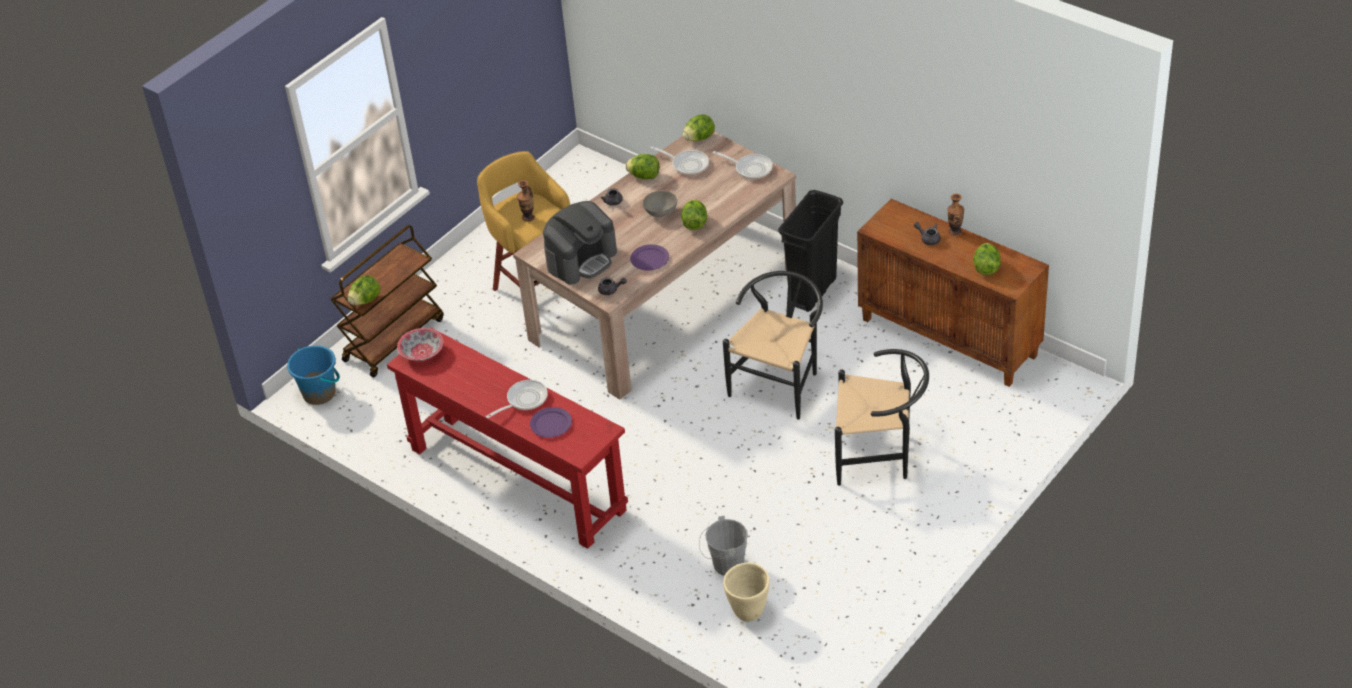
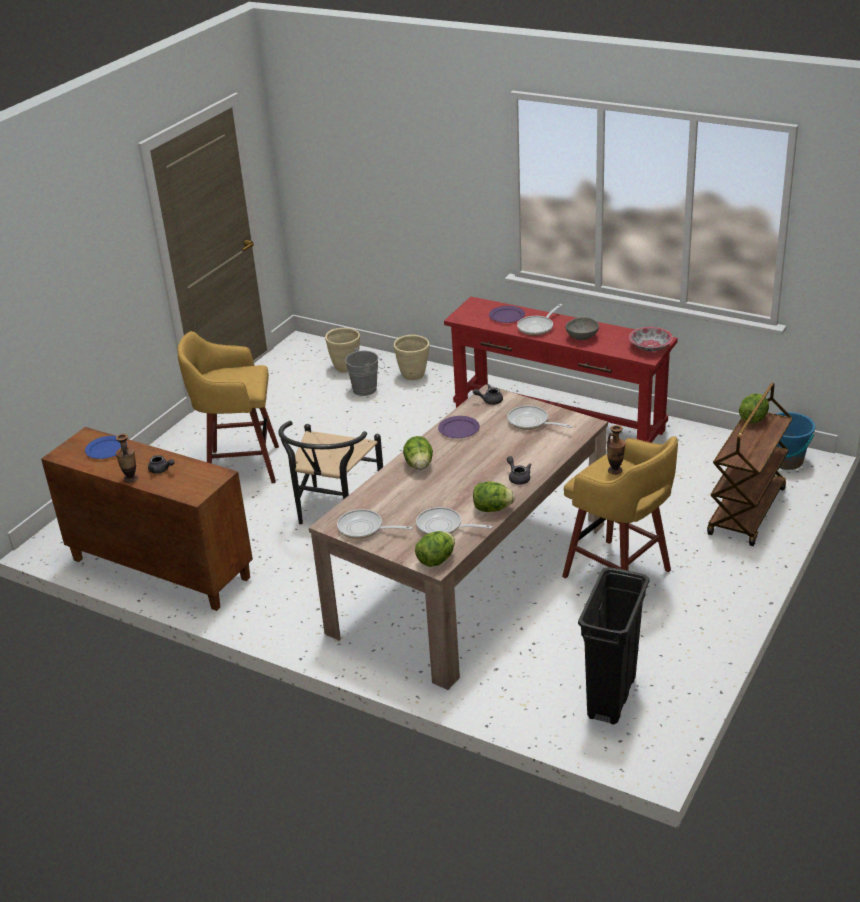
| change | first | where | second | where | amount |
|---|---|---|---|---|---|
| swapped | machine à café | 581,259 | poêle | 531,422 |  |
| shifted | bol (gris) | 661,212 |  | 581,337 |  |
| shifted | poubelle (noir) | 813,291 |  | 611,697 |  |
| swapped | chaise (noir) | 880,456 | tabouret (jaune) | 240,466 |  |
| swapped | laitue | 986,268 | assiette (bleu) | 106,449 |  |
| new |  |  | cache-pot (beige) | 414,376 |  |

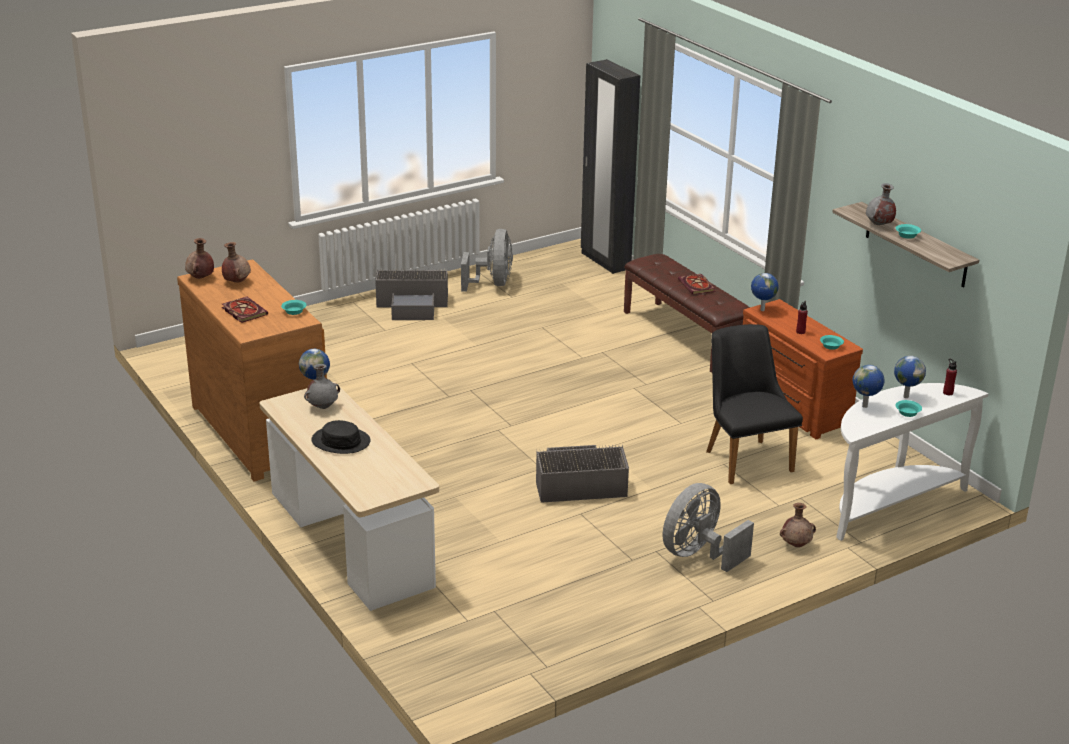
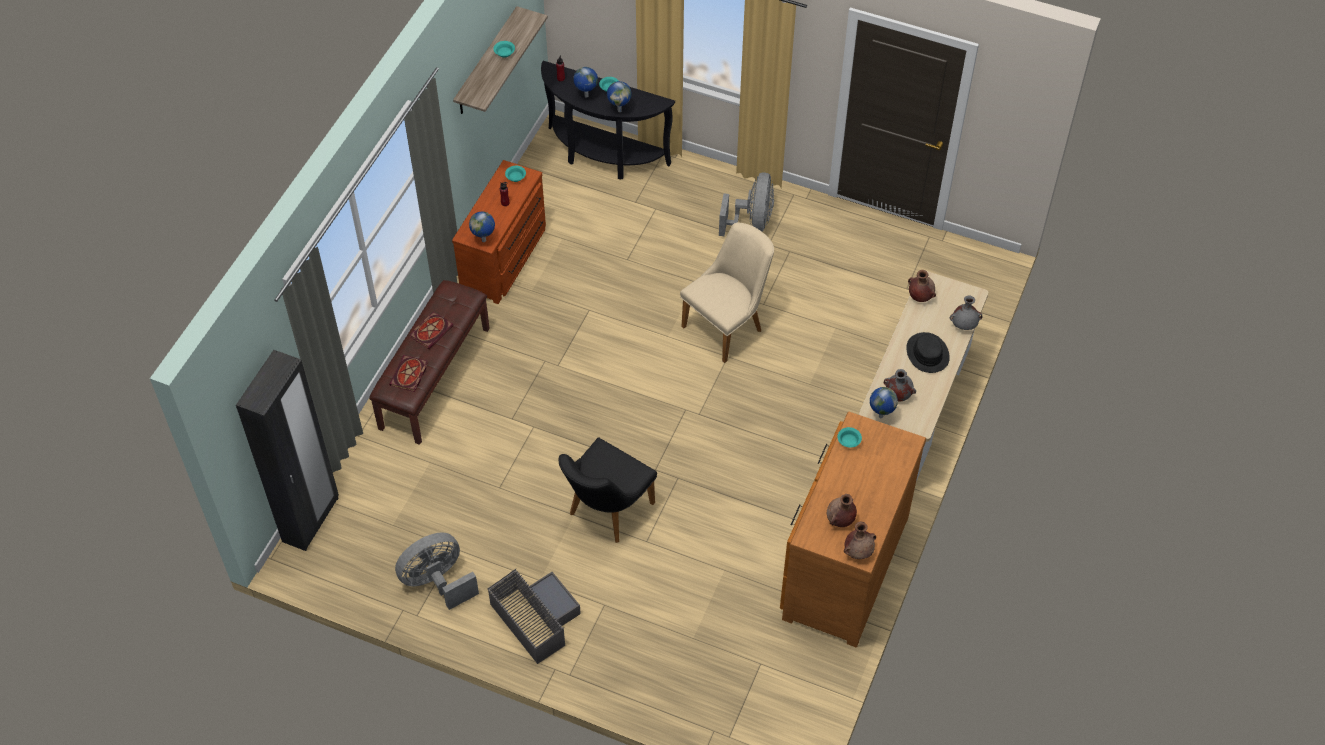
| change | first | where | second | where | amount |
|---|---|---|---|---|---|
| shifted | livre | 243,311 |  | 409,375 |  |
| swapped | boîte de rangement (gris) | 577,484 | chaise (beige) | 728,325 |  |
| rotated | ventilateur (gris) | 699,554 |  | 752,222 | 90 degrees counterclockwise |
| shifted | chaise (noir) | 744,457 |  | 605,513 |  |
| shifted | vase (marron) | 796,545 |  | 920,296 |  |
| repainted | table console (blanc) | 888,504 | table console (noir) | 603,156 |  |
| shifted | vase (gris) | 879,225 |  | 964,325 |  |

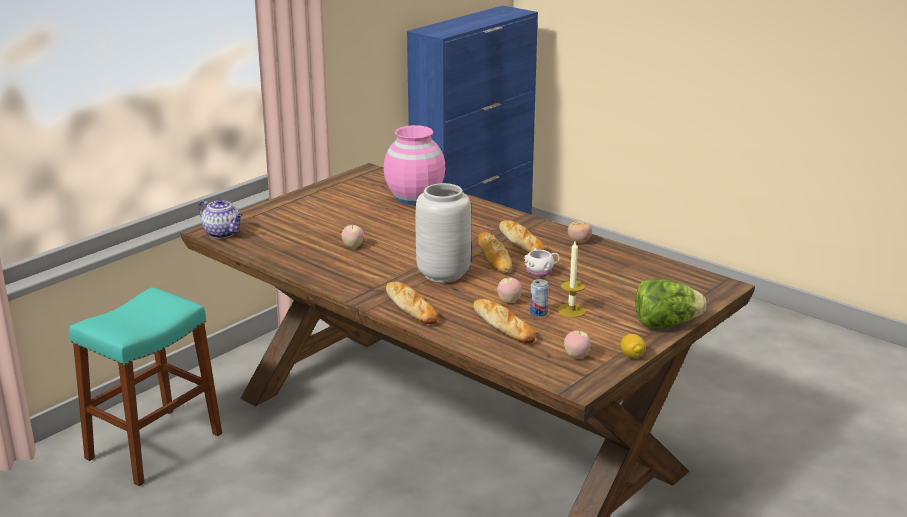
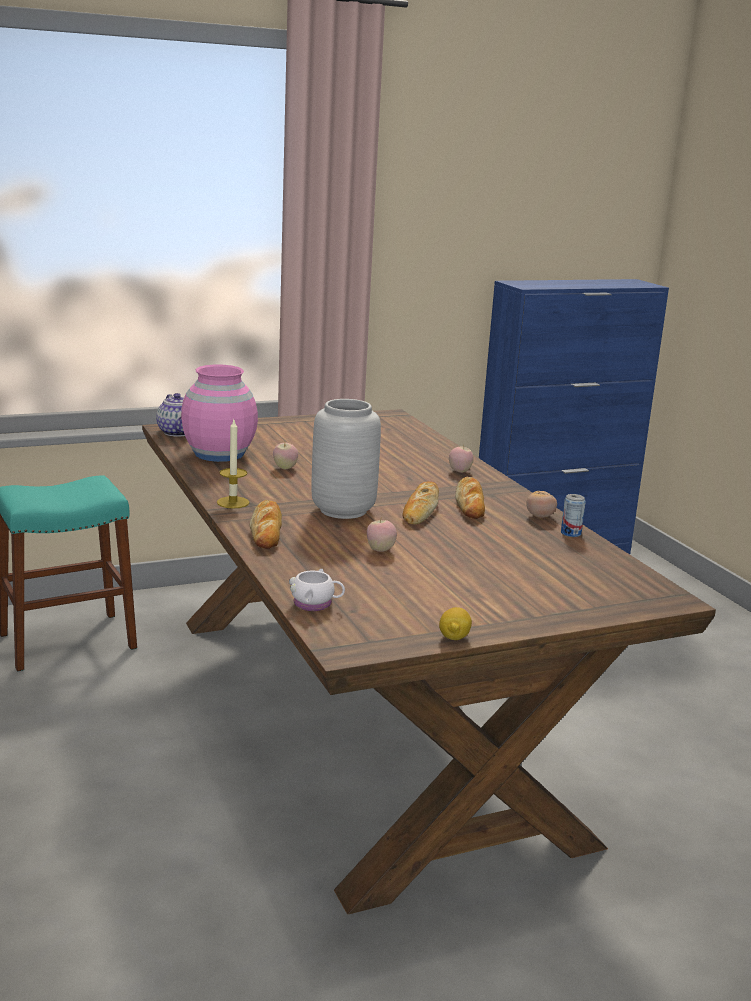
| change | first | where | second | where | amount |
|---|---|---|---|---|---|
| shifted | vase (rose) | 414,197 |  | 219,454 |  |
| gone | pain | 503,325 |  |  |  |
| shifted | mug (blanc) | 541,271 |  | 316,604 |  |
| shifted | boîte métallique | 538,312 |  | 570,533 |  |
| shifted | bougie | 571,310 |  | 233,502 |  |
| shifted | pomme | 576,357 |  | 459,471 |  |
| gone | laitue | 665,324 |  |  |  |

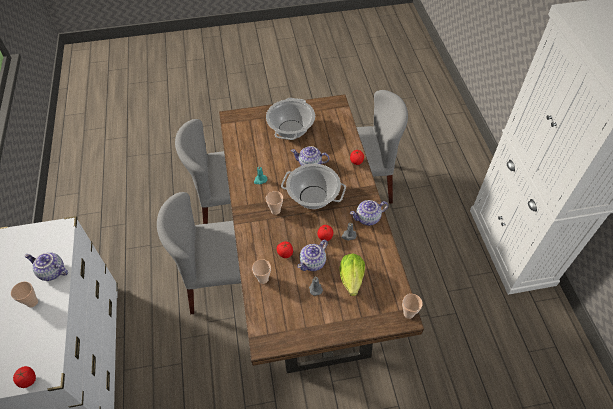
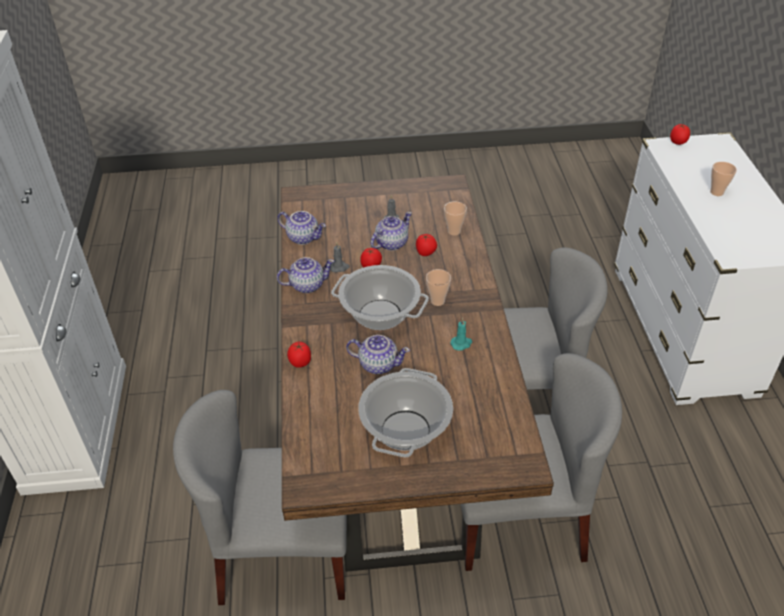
| change | first | where | second | where | amount |
|---|---|---|---|---|---|
| shifted | théière | 51,272 |  | 303,237 |  |
| gone | laitue | 352,278 |  |  |  |
| gone | tasse | 408,313 |  |  |  |

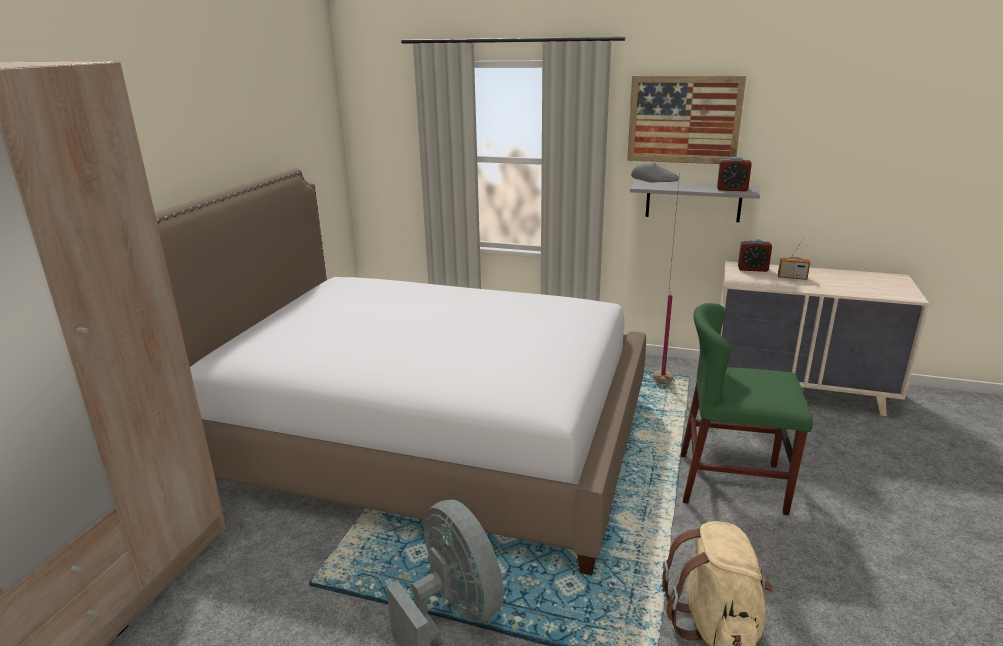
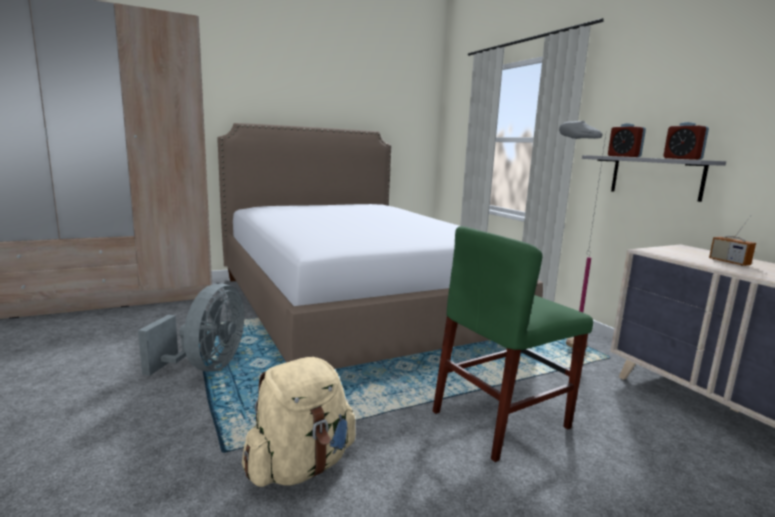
| change | first | where | second | where | amount |
|---|---|---|---|---|---|
| gone | tableau | 684,120 |  |  |  |
| rotated | chaise (vert) | 731,483 |  | 501,419 | 90 degrees counterclockwise |
| shifted | réveil | 752,269 |  | 624,156 |  |

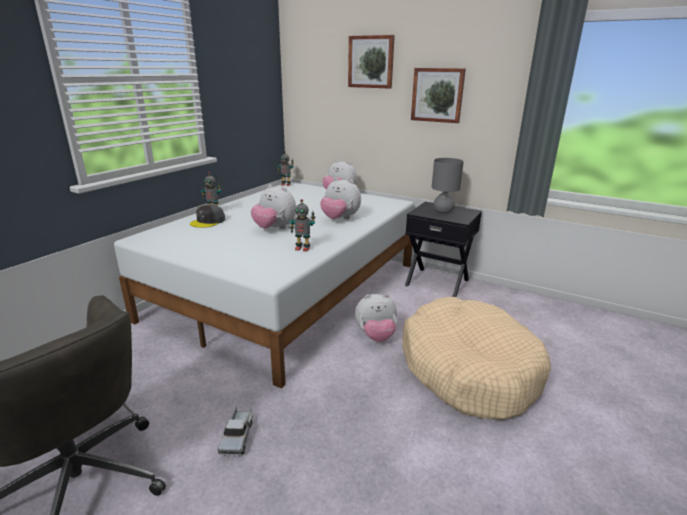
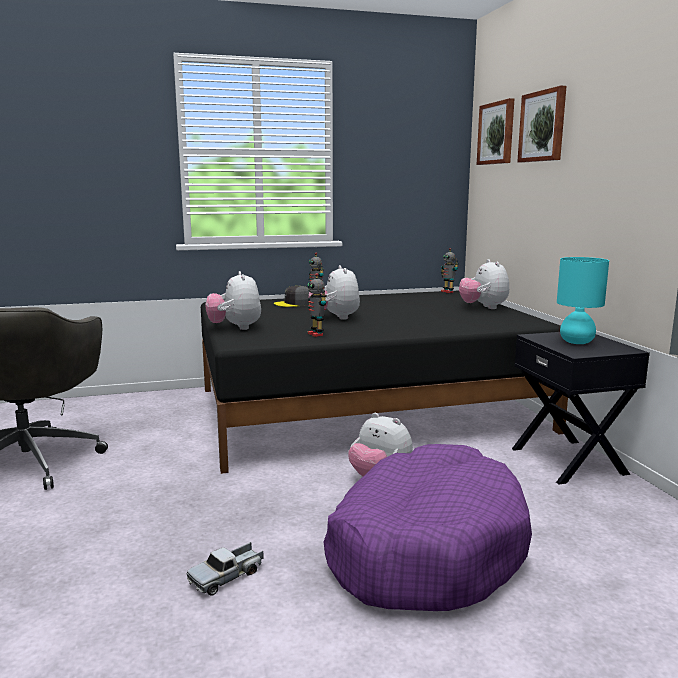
| change | first | where | second | where | amount |
|---|---|---|---|---|---|
| repainted | lit (blanc) | 288,290 | lit (noir) | 366,409 |  |
| shifted | camion jouet | 237,436 |  | 227,576 |  |
| shifted | peluche | 340,219 |  | 235,328 |  |
| repainted | panier pour chien (beige) | 468,369 | panier pour chien (violet) | 425,548 |  |
| shifted | tableau | 437,95 |  | 497,133 |  |
| repainted | lampe de table (gris) | 443,212 | lampe de table (turquoise) | 576,342 |  |

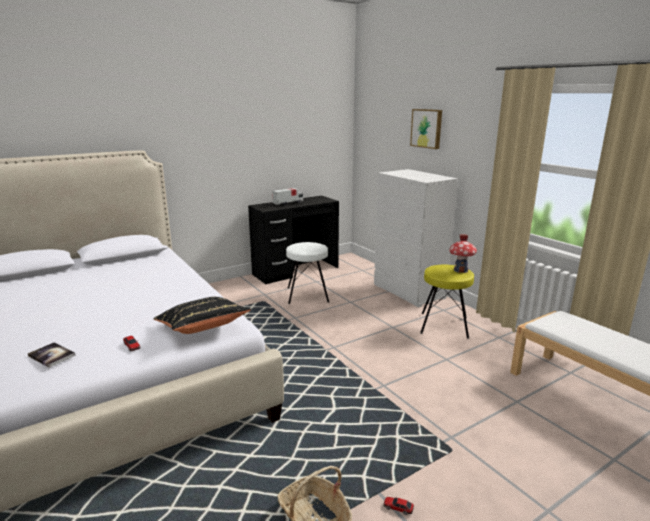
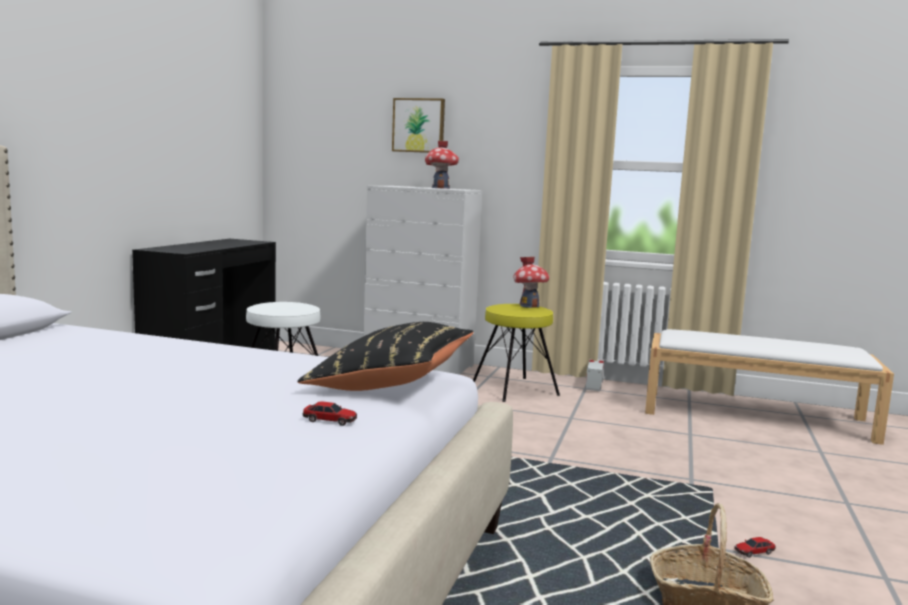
| change | first | where | second | where | amount |
|---|---|---|---|---|---|
| gone | livre | 51,355 |  |  |  |
| shifted | camion jouet | 288,203 |  | 594,385 |  |
| new |  |  | maison miniature | 440,188 |  |

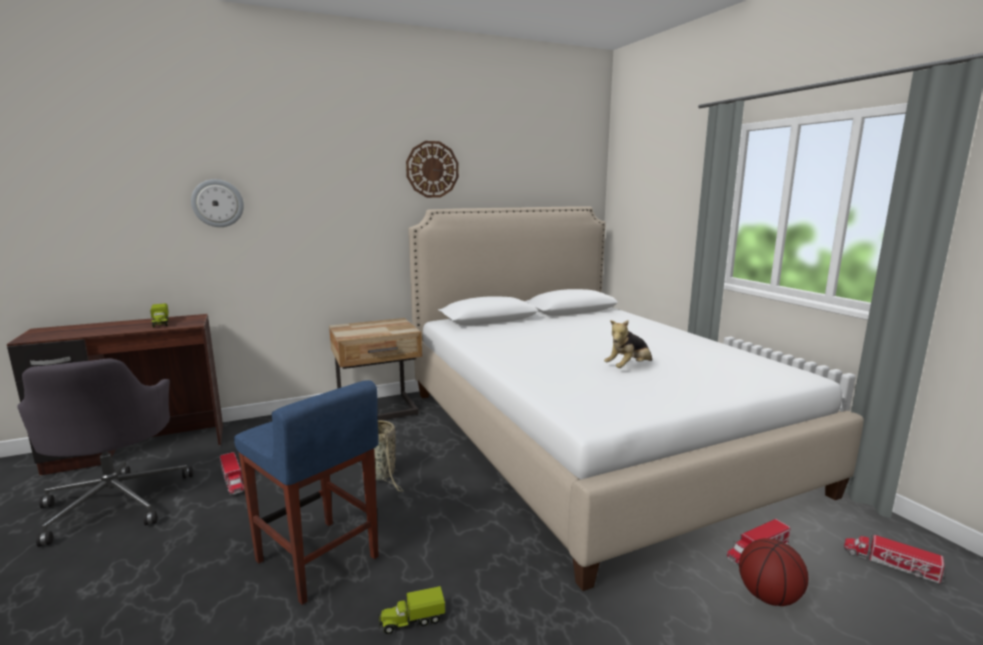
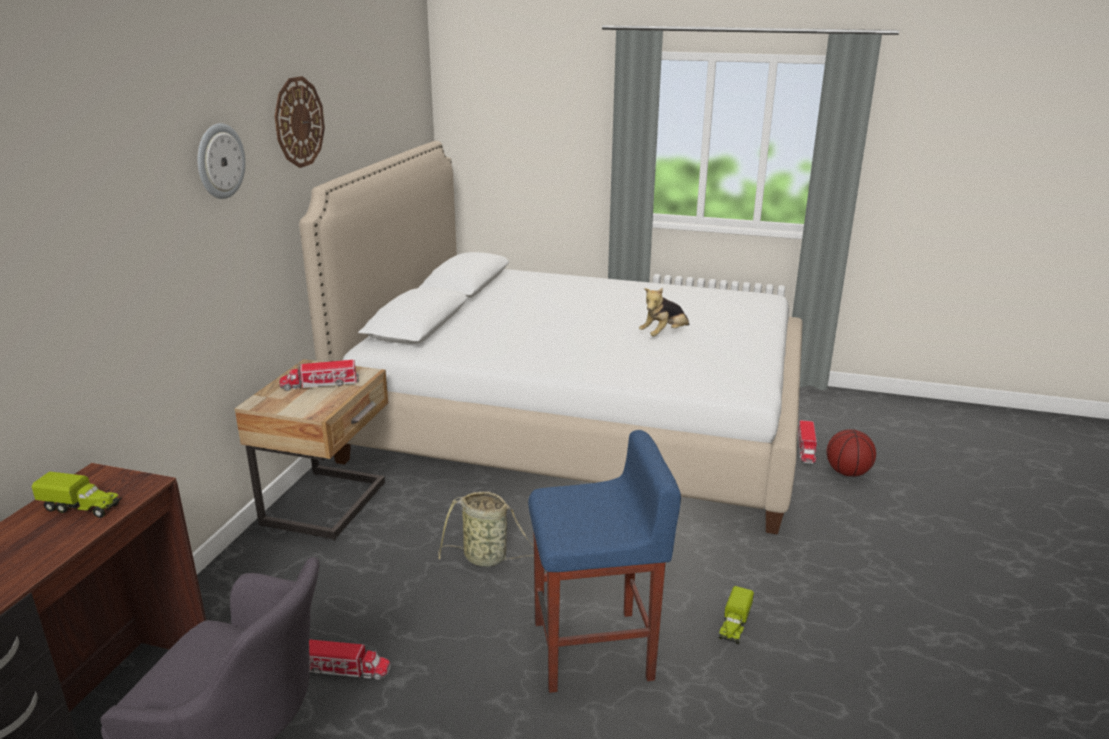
| change | first | where | second | where | amount |
|---|---|---|---|---|---|
| shifted | horloge murale | 217,203 |  | 219,161 |  |
| rotated | peluche | 628,368 |  | 664,334 | 45 degrees clockwise |
| shifted | camion jouet | 891,564 |  | 320,384 |  |

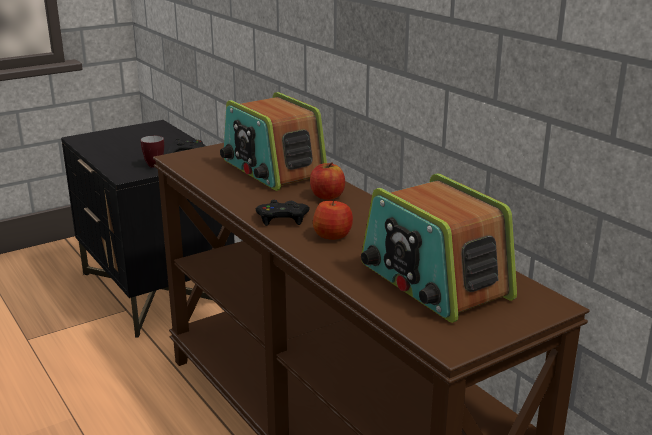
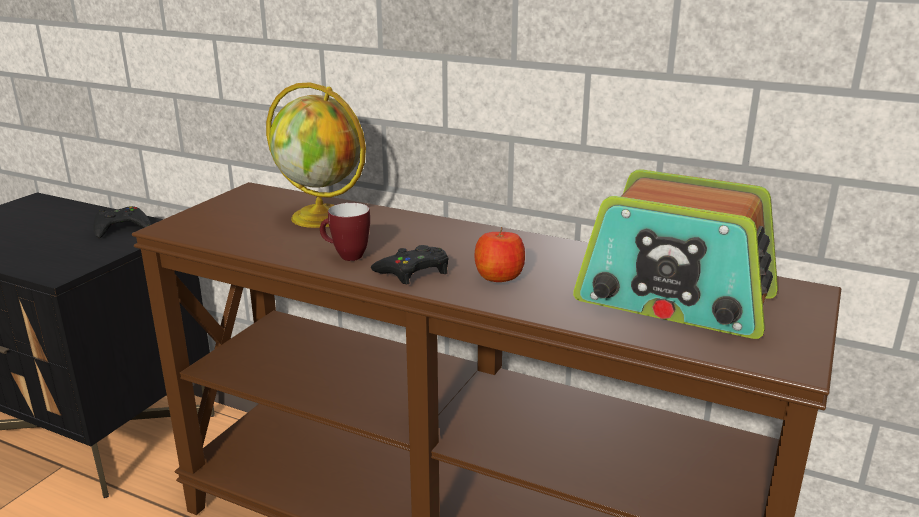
| change | first | where | second | where | amount |
|---|---|---|---|---|---|
| shifted | mug | 152,165 |  | 345,256 |  |
| swapped | radio | 273,169 | globe | 322,217 |  |
| gone | pomme | 327,196 |  |  |  |

